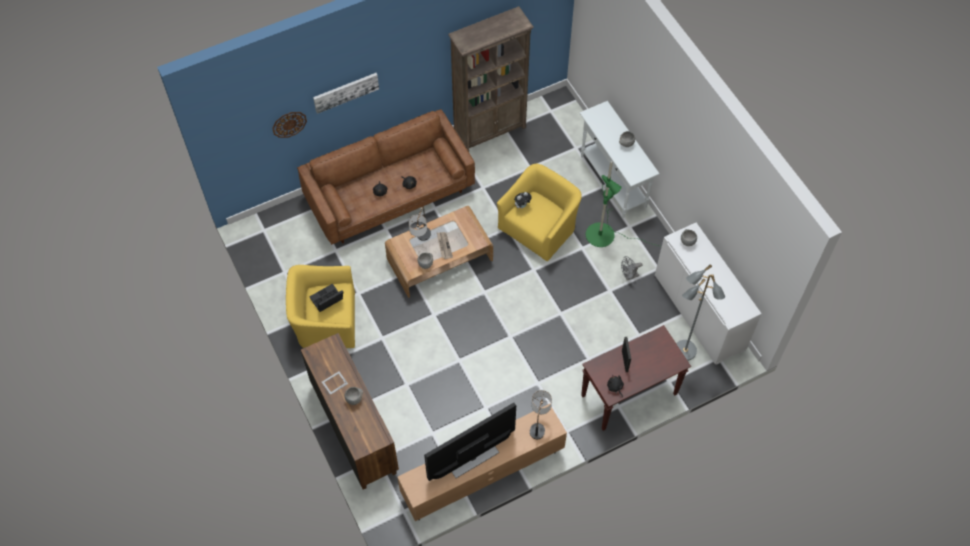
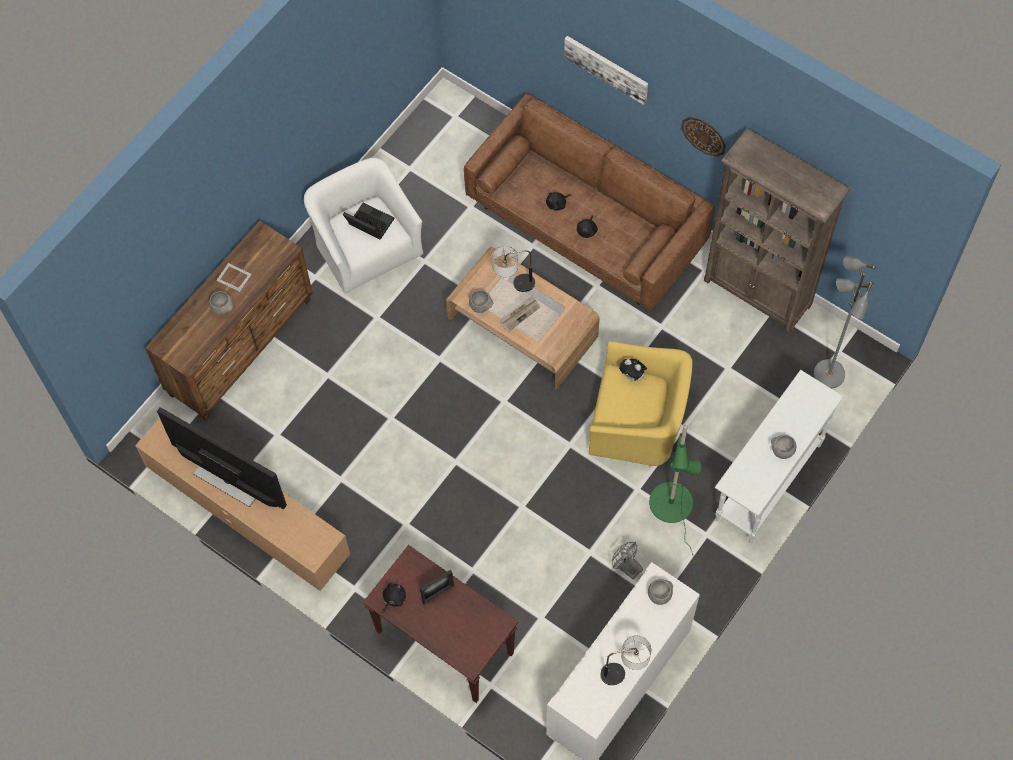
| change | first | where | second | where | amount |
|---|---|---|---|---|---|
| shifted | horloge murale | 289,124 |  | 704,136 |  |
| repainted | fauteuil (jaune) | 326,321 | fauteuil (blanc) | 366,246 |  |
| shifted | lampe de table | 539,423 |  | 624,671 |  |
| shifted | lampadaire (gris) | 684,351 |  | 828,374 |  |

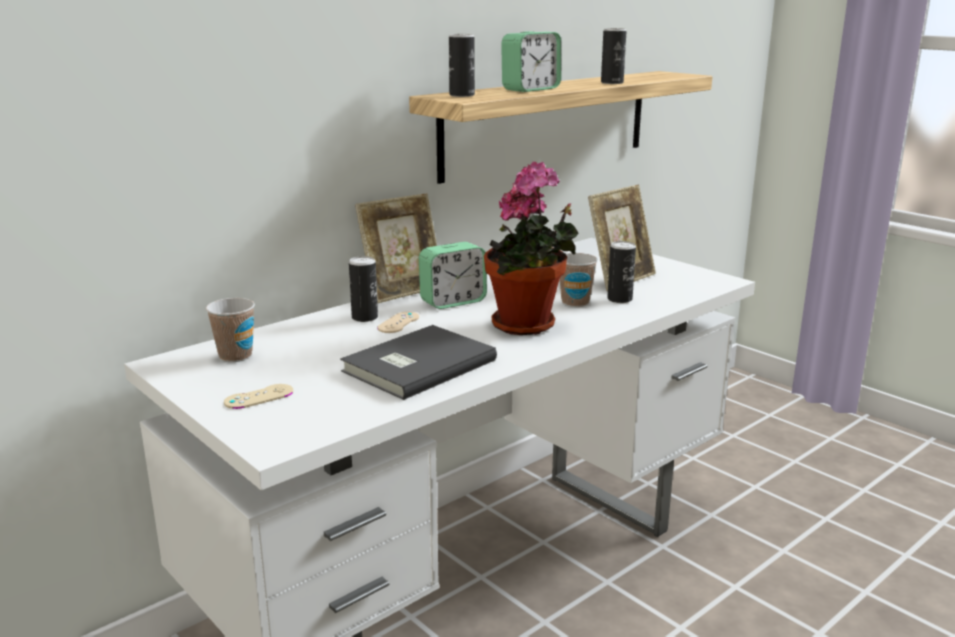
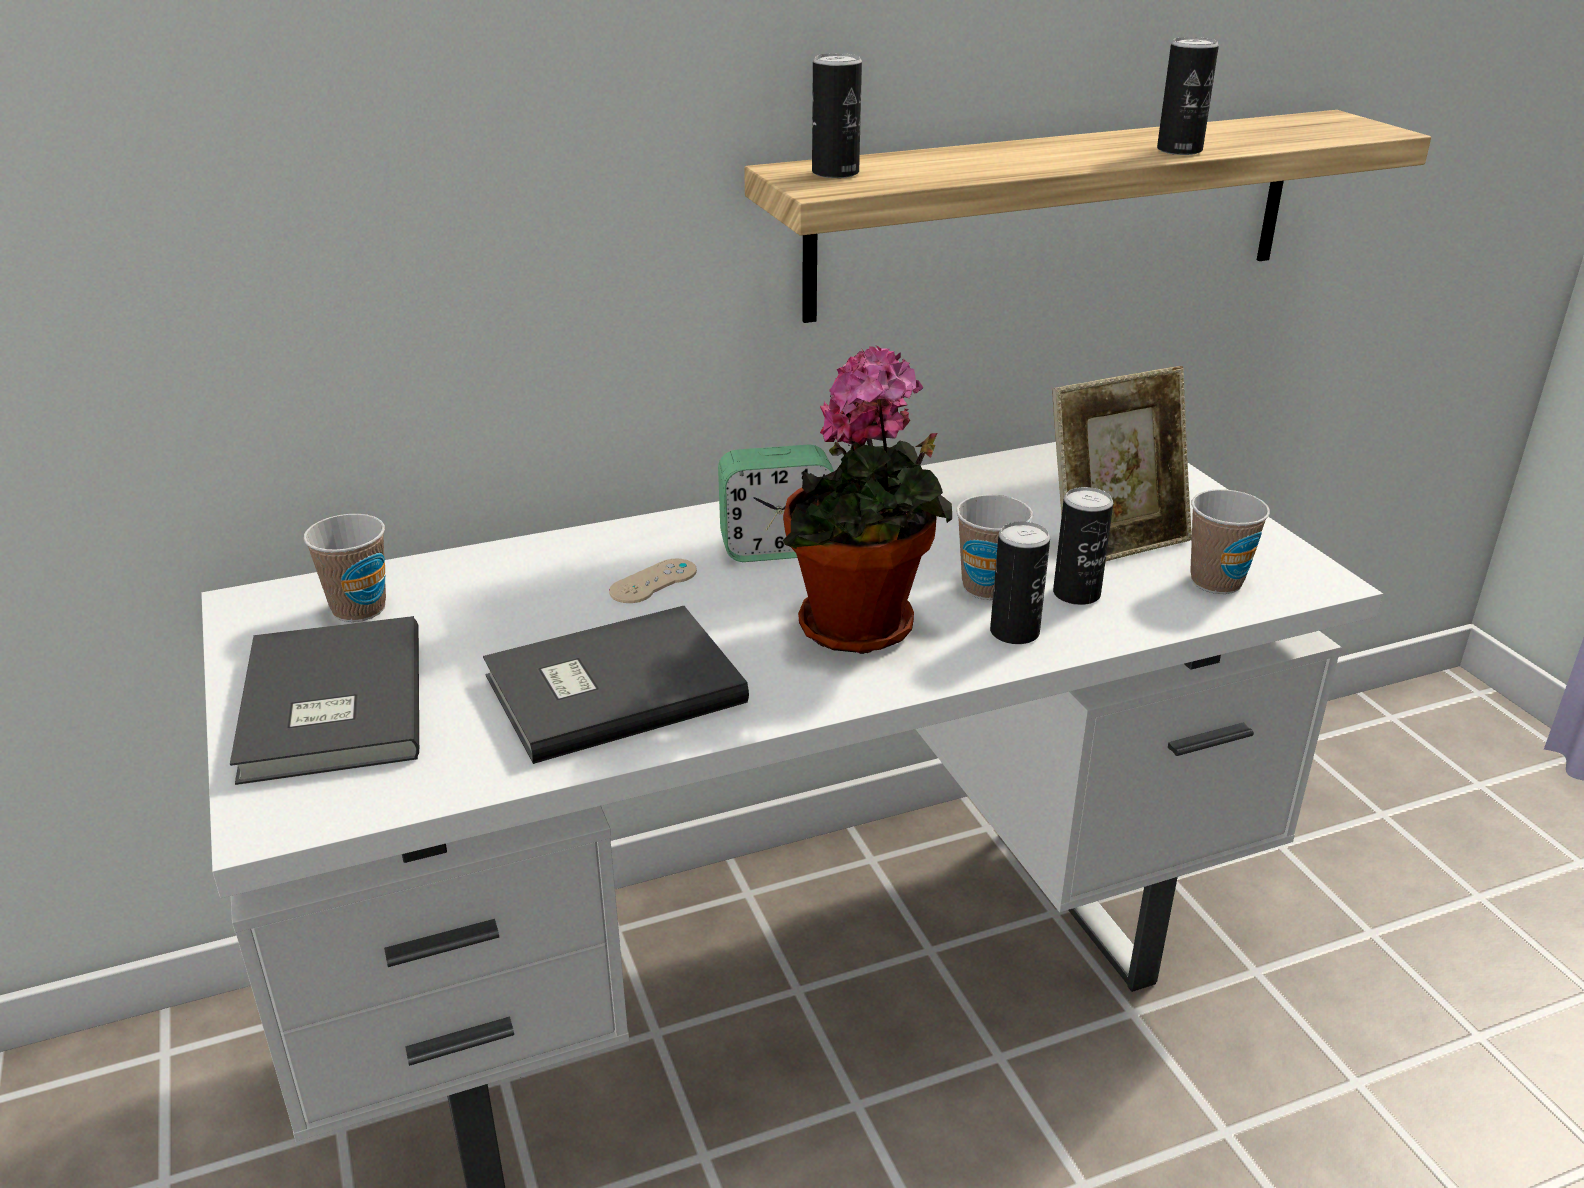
| change | first | where | second | where | amount |
|---|---|---|---|---|---|
| swapped | manette (beige) | 259,397 | livre (gris) | 327,707 |  |
| shifted | boîte métallique | 365,317 |  | 1014,632 |  |
| gone | cadre photo | 403,291 |  |  |  |
| gone | réveil | 531,89 |  |  |  |
| new |  |  | tasse | 1216,582 |  |

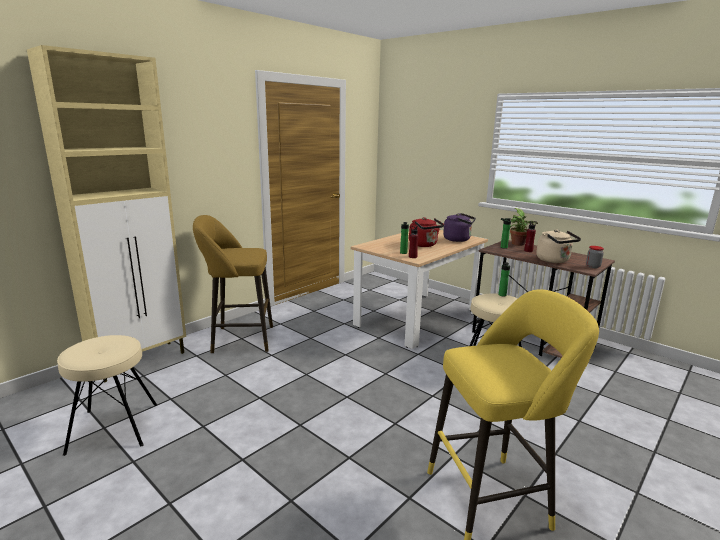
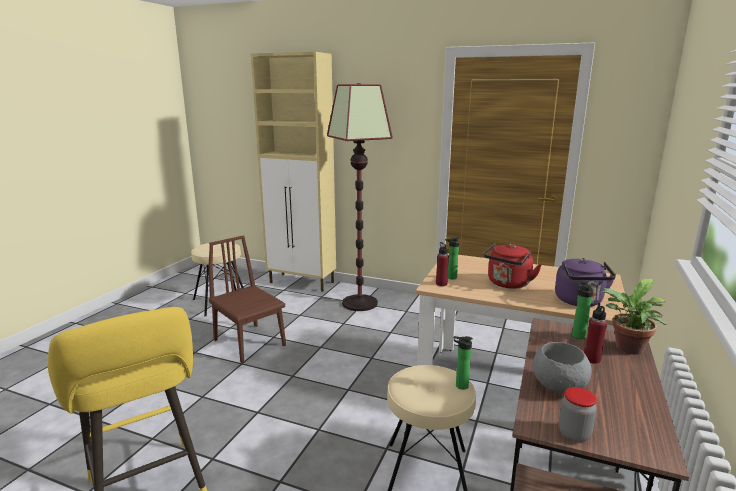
| change | first | where | second | where | amount |
|---|---|---|---|---|---|
| swapped | tabouret (jaune) | 238,339 | lampadaire | 360,303 |  |
| swapped | bouilloire (beige) | 554,260 | bol (gris) | 557,386 |  |
| new |  |  | chaise (marron) | 249,342 |  |

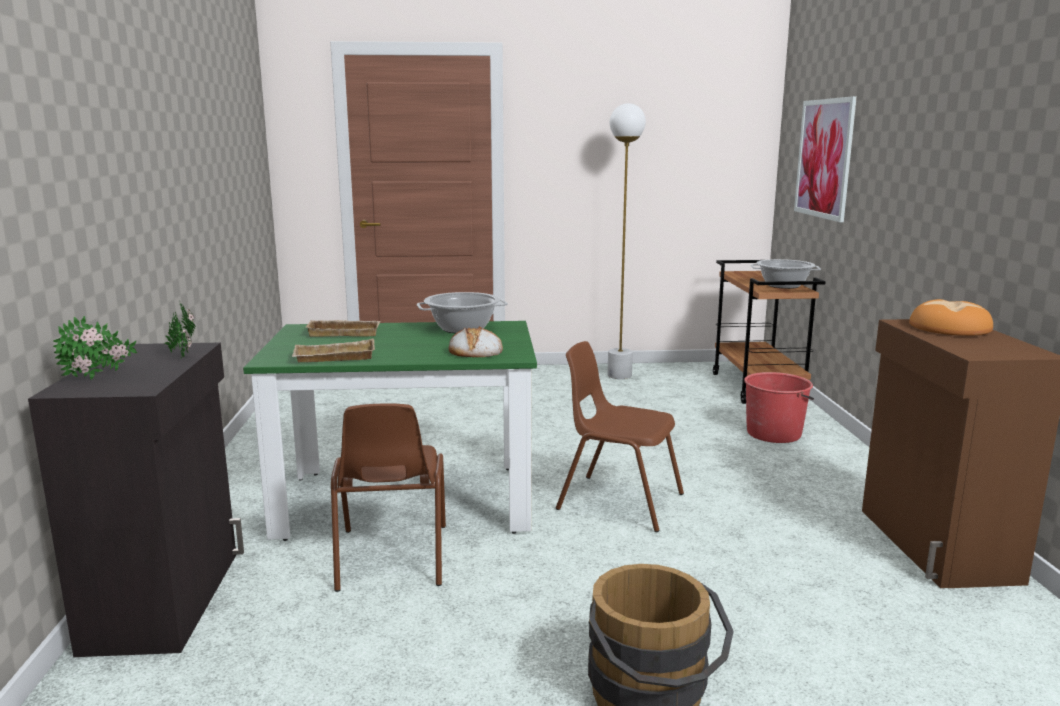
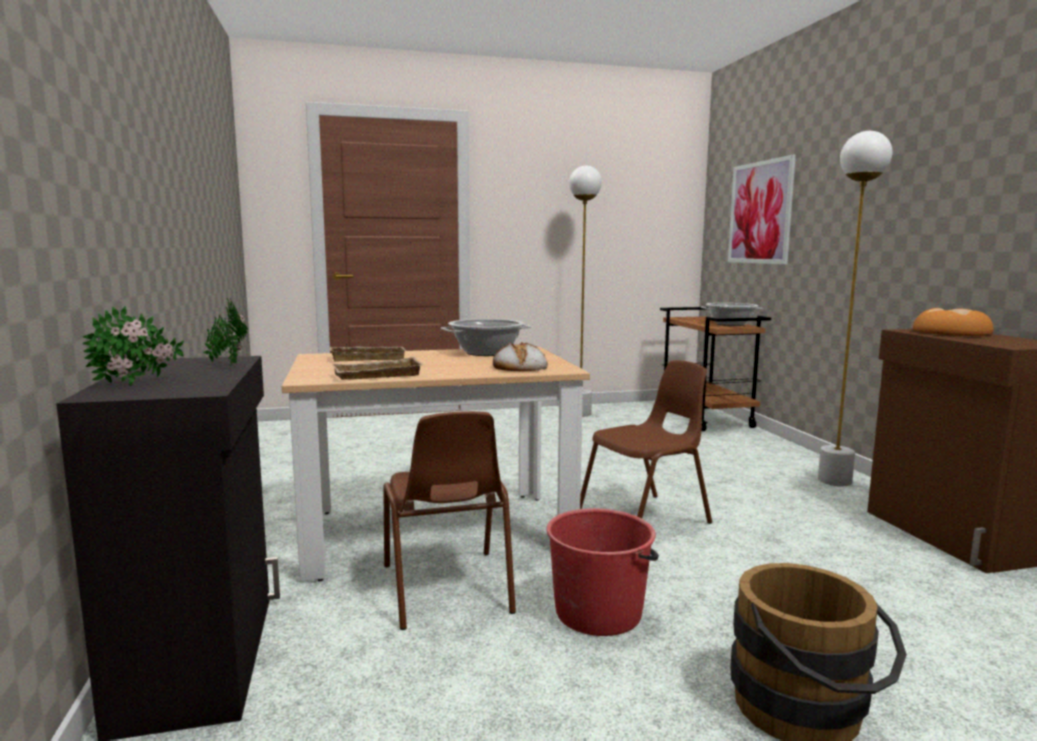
| change | first | where | second | where | amount |
|---|---|---|---|---|---|
| repainted | table à manger (vert) | 407,501 | table à manger (beige) | 436,532 |  |
| rotated | chaise (marron) | 618,501 |  | 646,518 | 135 degrees clockwise |
| shifted | seau (rouge) | 774,433 |  | 599,612 |  |
| new |  |  | lampadaire (blanc) | 834,481 |  |

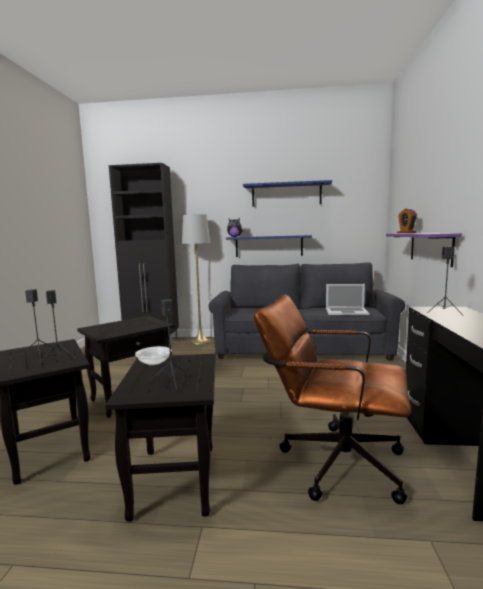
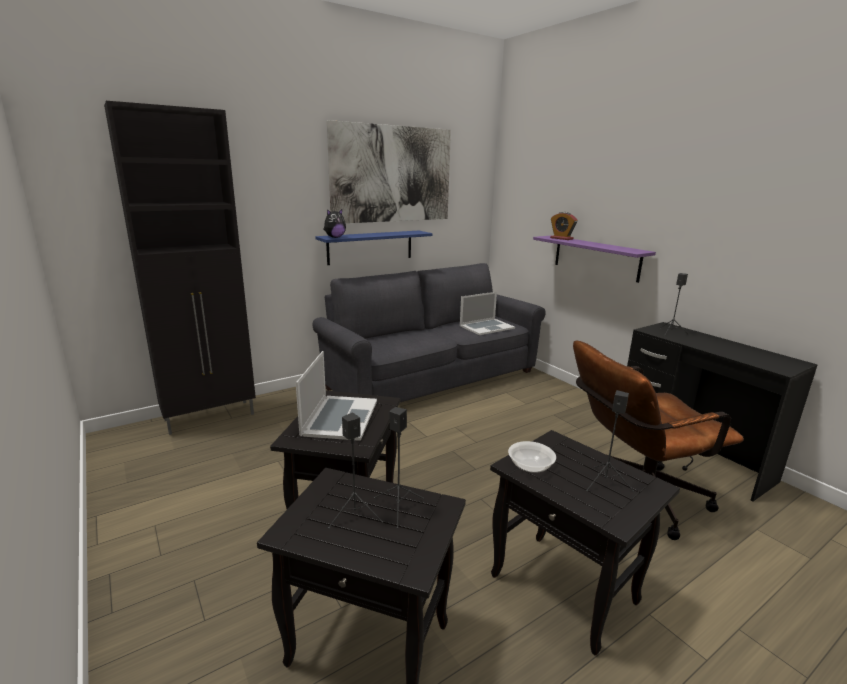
| change | first | where | second | where | amount |
|---|---|---|---|---|---|
| gone | lampadaire (gris) | 200,341 |  |  |  |
| swapped | étagère (bleu) | 286,195 | tableau | 392,174 |  |
| new |  |  | ordinateur portable | 340,417 |  |

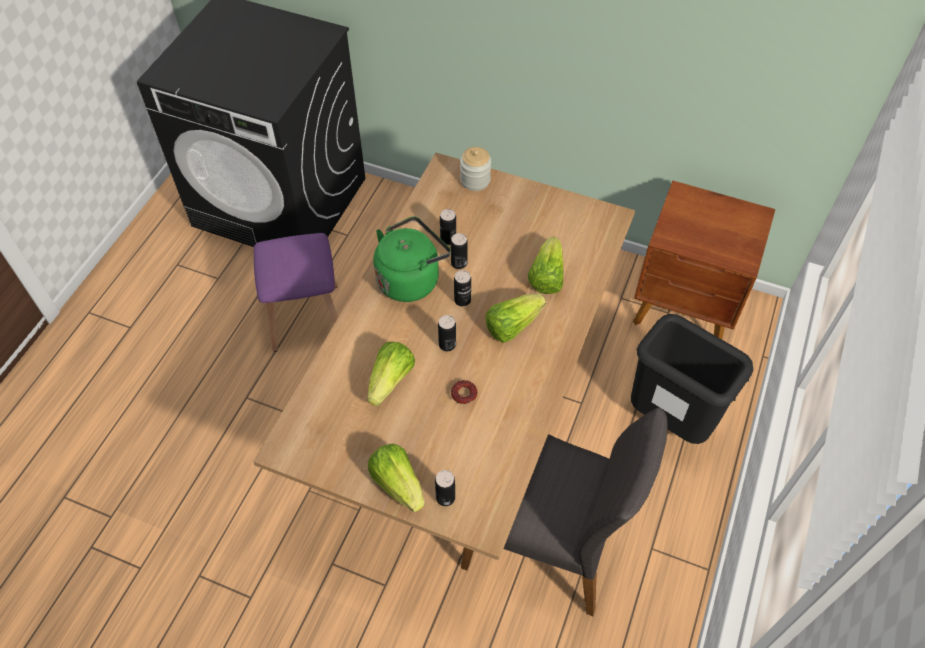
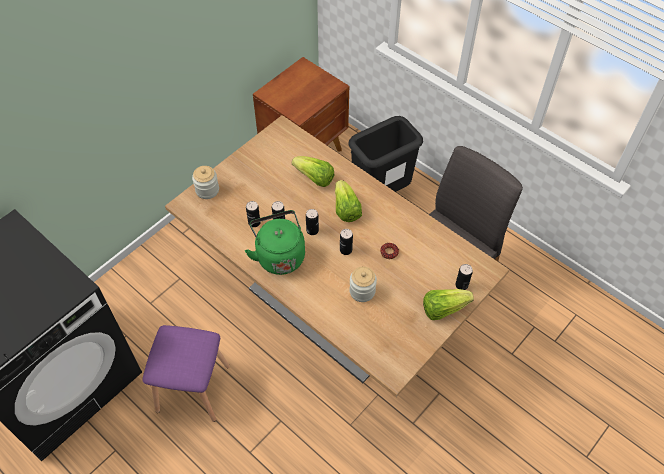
| change | first | where | second | where | amount |
|---|---|---|---|---|---|
| swapped | laitue | 390,381 | bocal | 362,291 |  |

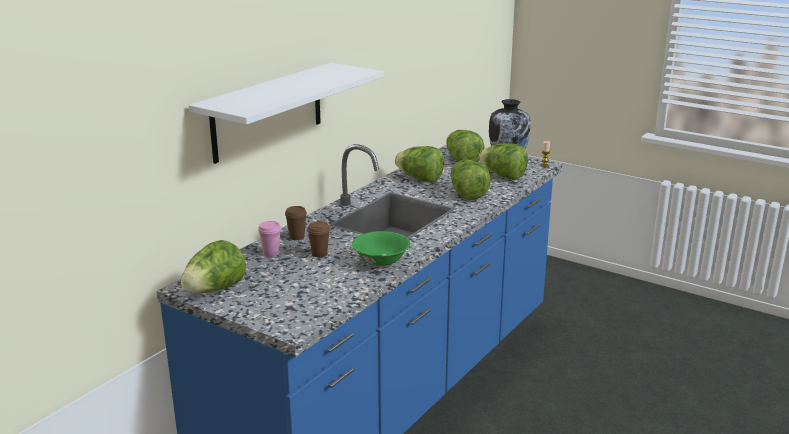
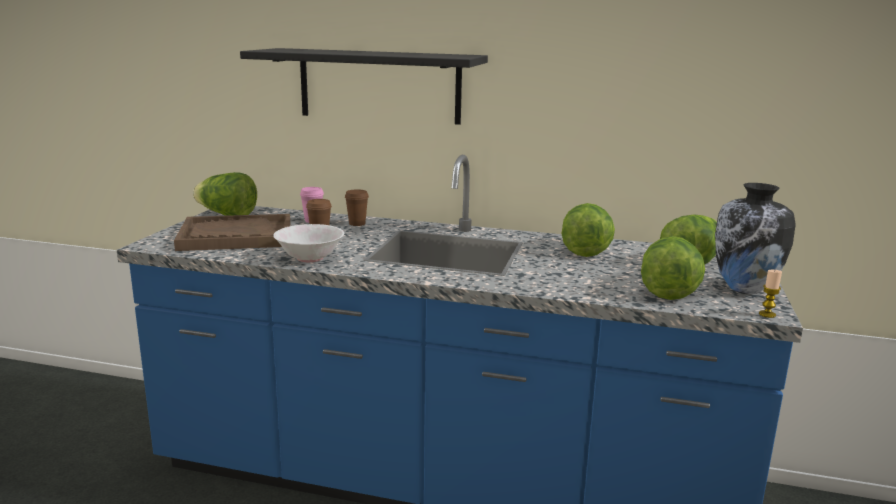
| change | first | where | second | where | amount |
|---|---|---|---|---|---|
| repainted | étagère (blanc) | 268,112 | étagère (noir) | 379,86 |  |
| repainted | bol (vert) | 381,262 | bol (blanc) | 310,258 |  |
| gone | laitue | 467,194 |  |  |  |
| new |  |  | plateau (marron) | 236,236 |  |

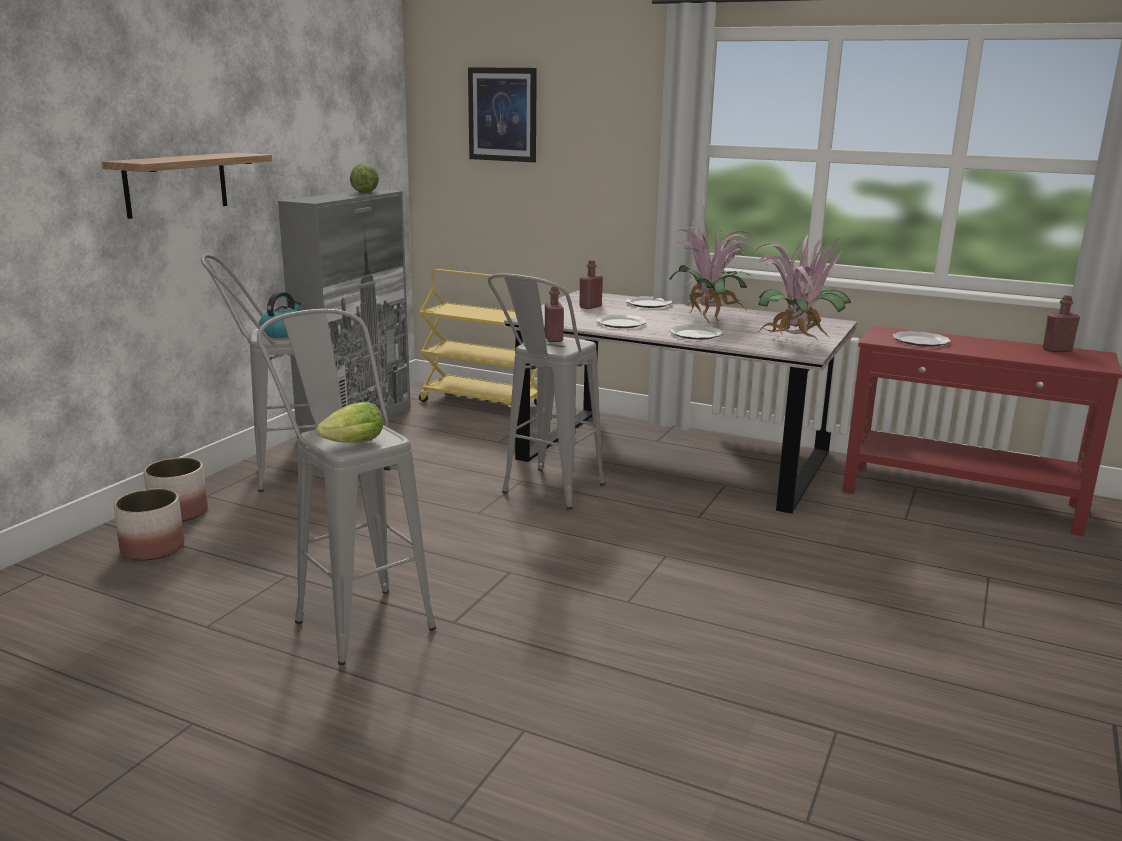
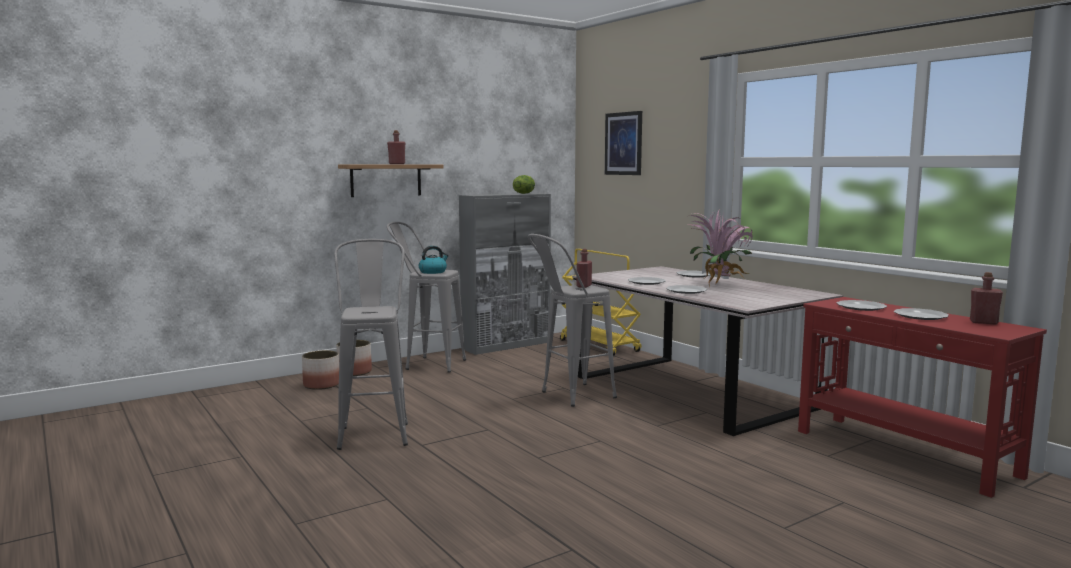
| change | first | where | second | where | amount |
|---|---|---|---|---|---|
| gone | laitue | 350,444 |  |  |  |
| shifted | bouteille (rouge) | 590,307 |  | 397,164 |  |
| gone | plante en pot | 795,344 |  |  |  |
| new |  |  | assiette | 919,316 |  |

